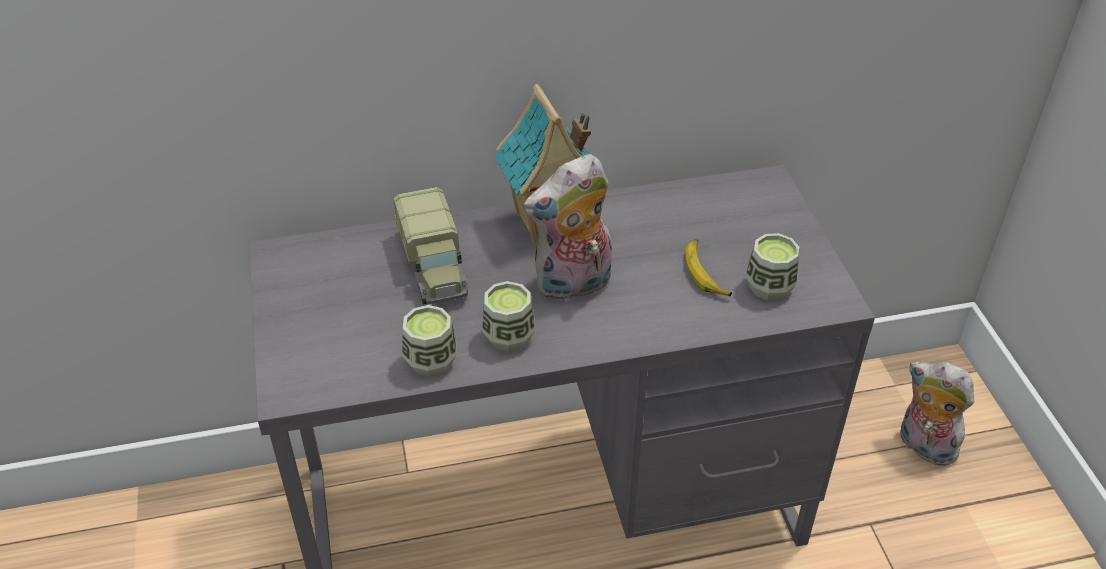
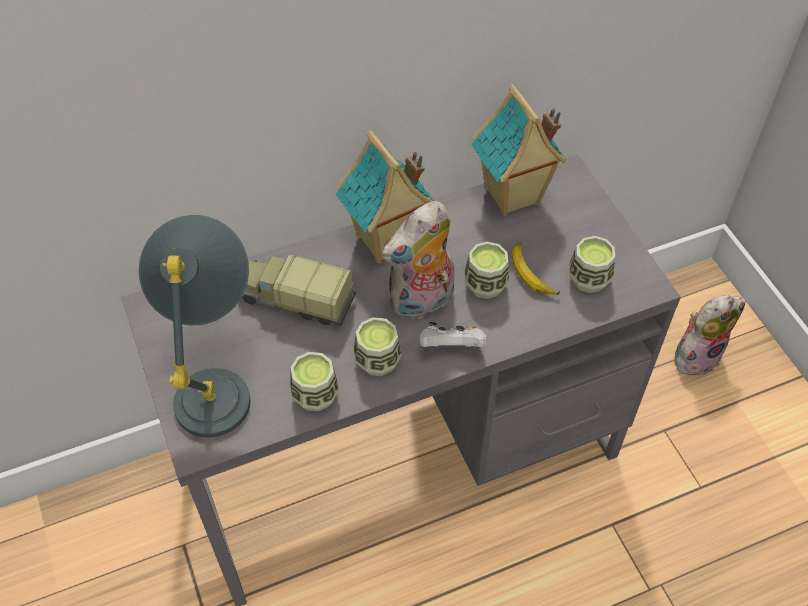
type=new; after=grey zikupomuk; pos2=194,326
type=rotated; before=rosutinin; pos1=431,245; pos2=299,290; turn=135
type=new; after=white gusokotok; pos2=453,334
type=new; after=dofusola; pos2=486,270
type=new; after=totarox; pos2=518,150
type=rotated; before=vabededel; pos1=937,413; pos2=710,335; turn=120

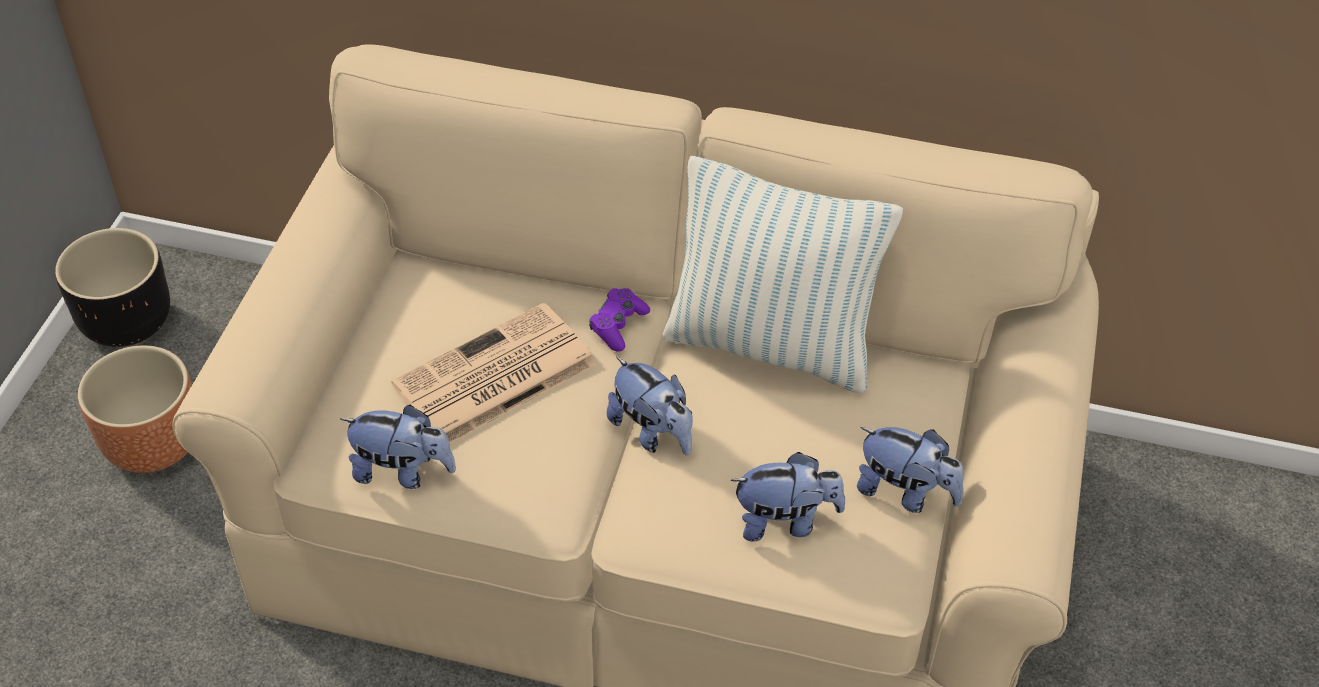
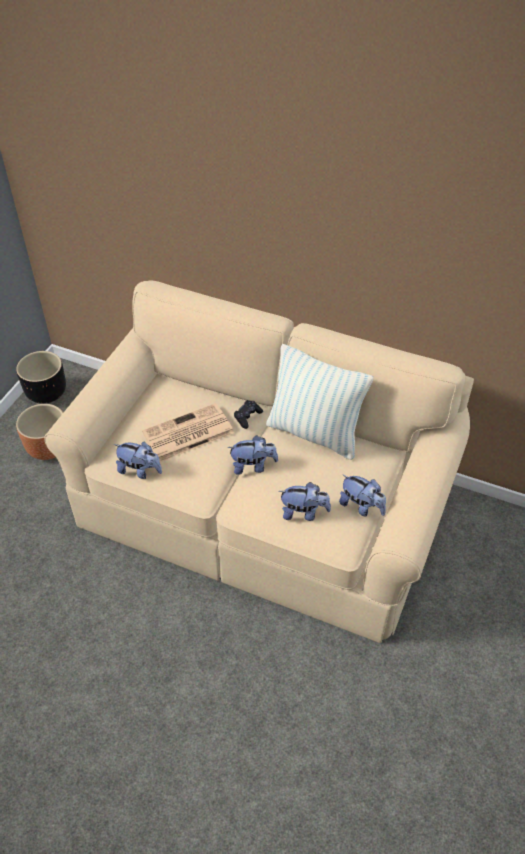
type=rotated; before=vabededel; pos1=650,406; pos2=252,455; turn=-60
type=repainted; before=purple gusokotok; after=black gusokotok; pos1=619,320; pos2=248,414

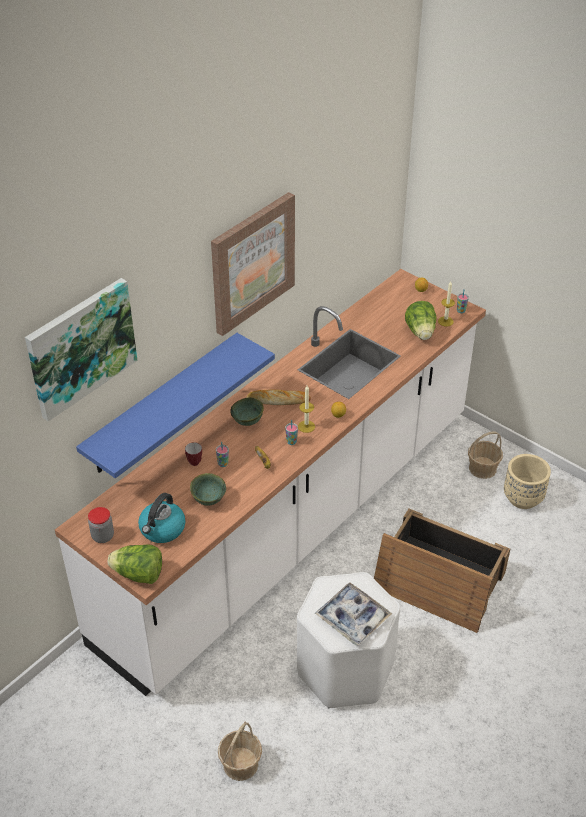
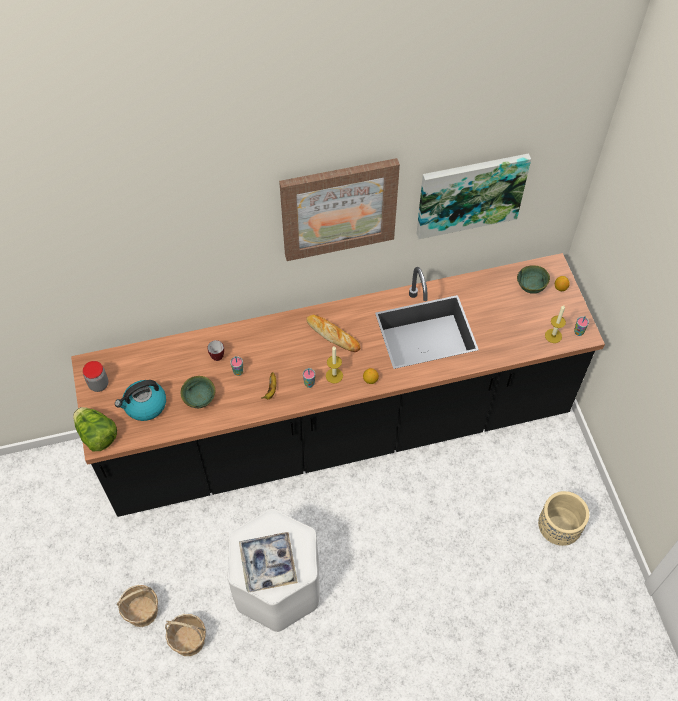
type=repainted; before=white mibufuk; after=black mibufuk; pos1=270,482; pos2=338,385
type=shifted; before=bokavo; pos1=485,455; pos2=185,635
type=shifted; before=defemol; pos1=81,349; pos2=474,196
type=shifted; before=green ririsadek; pos1=247,412; pos2=533,279
type=gone; before=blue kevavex; pos1=175,405
type=gone; before=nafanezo; pos1=442,571
type=gone; before=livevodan; pos1=420,320

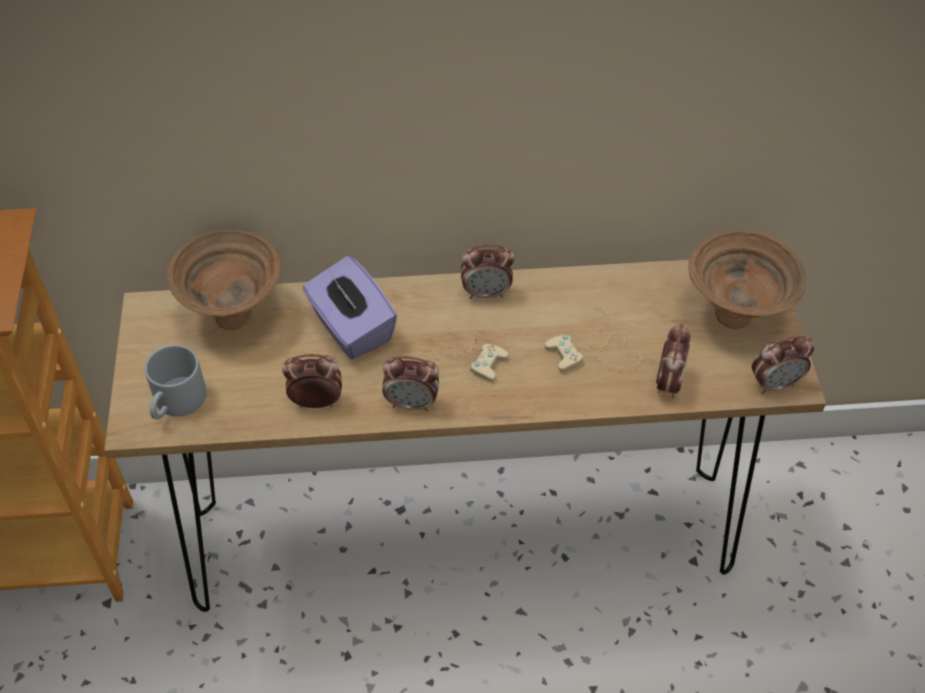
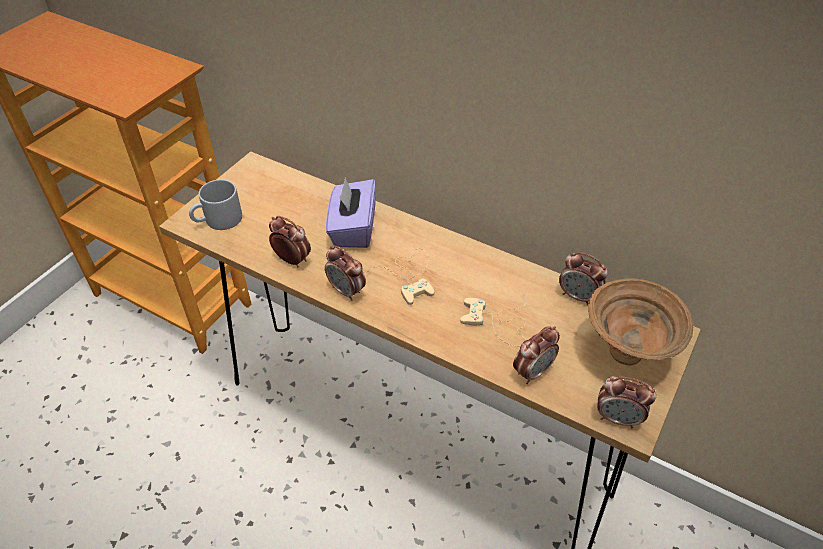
type=shifted; before=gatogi; pos1=487,271; pos2=583,278
type=gone; before=brown ririsadek; pos1=224,280

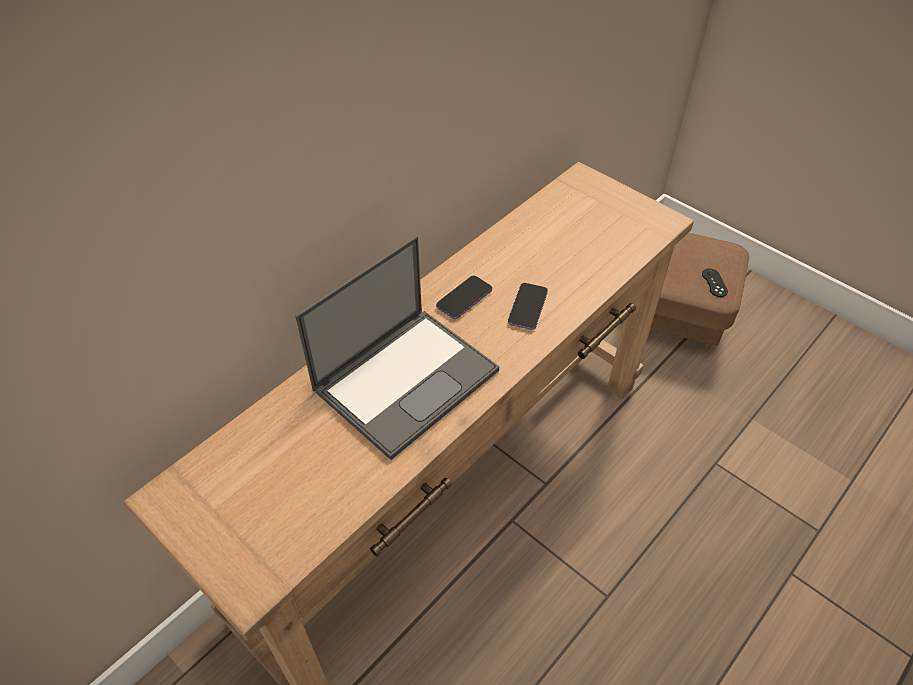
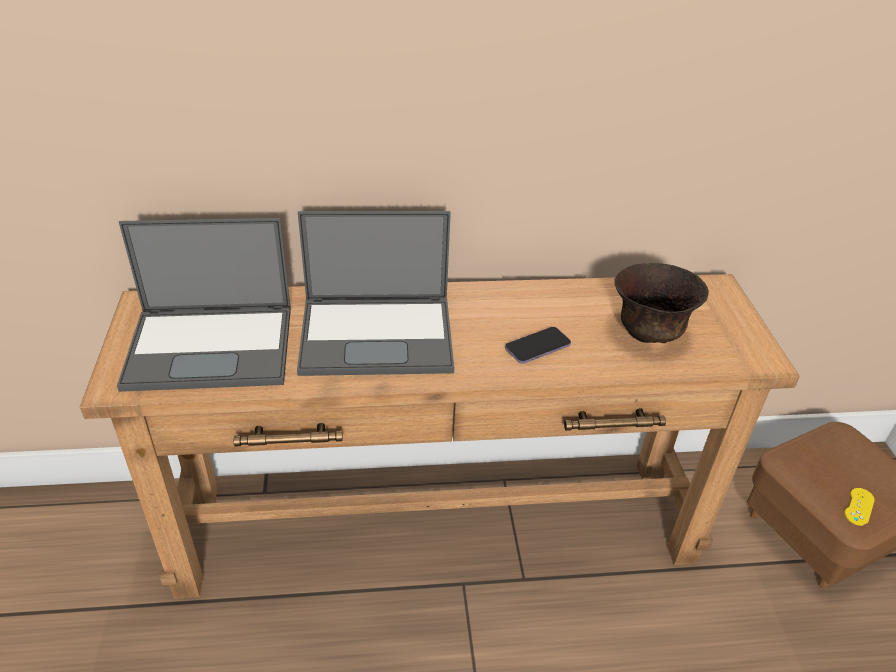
type=new; after=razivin; pos2=204,305
type=new; after=brown ririsadek; pos2=661,303
type=repainted; before=black gusokotok; after=yellow gusokotok; pos1=715,283; pos2=860,507
type=gone; before=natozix; pos1=464,297

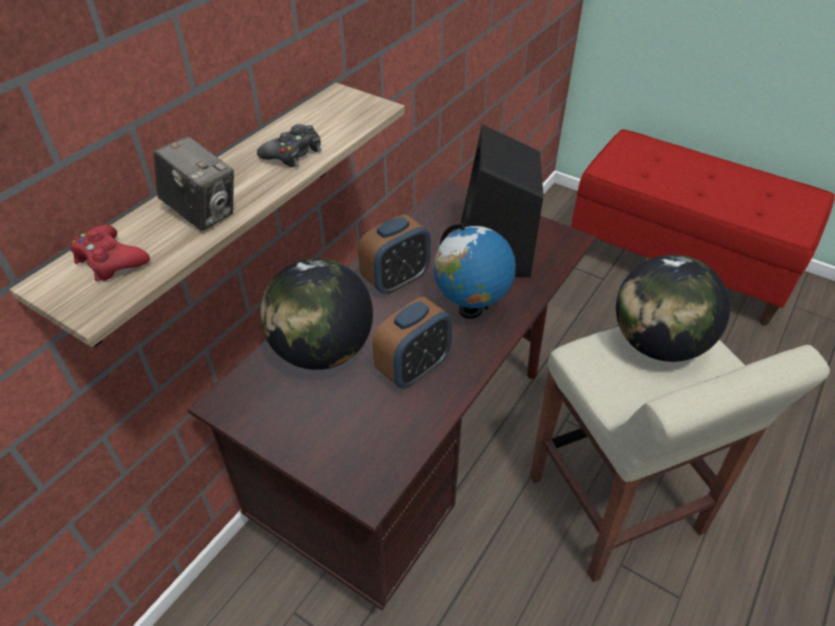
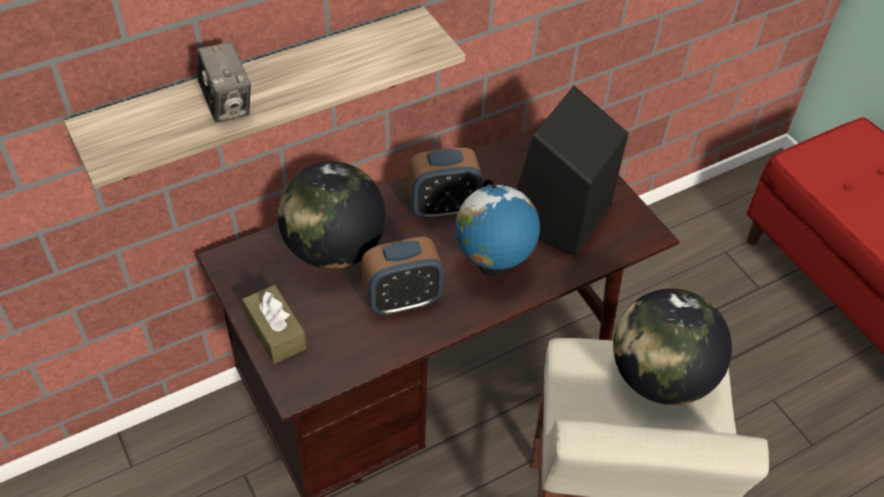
type=new; after=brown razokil; pos2=274,324
type=gone; before=red gusokotok; pos1=109,253
type=gone; before=black gusokotok; pos1=289,145

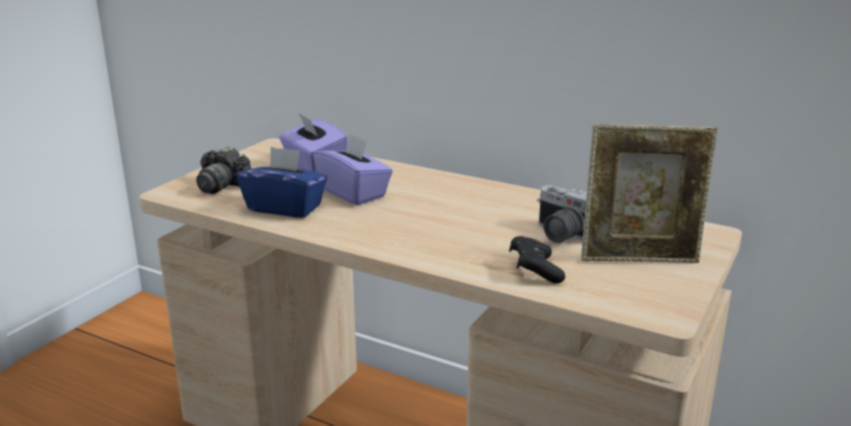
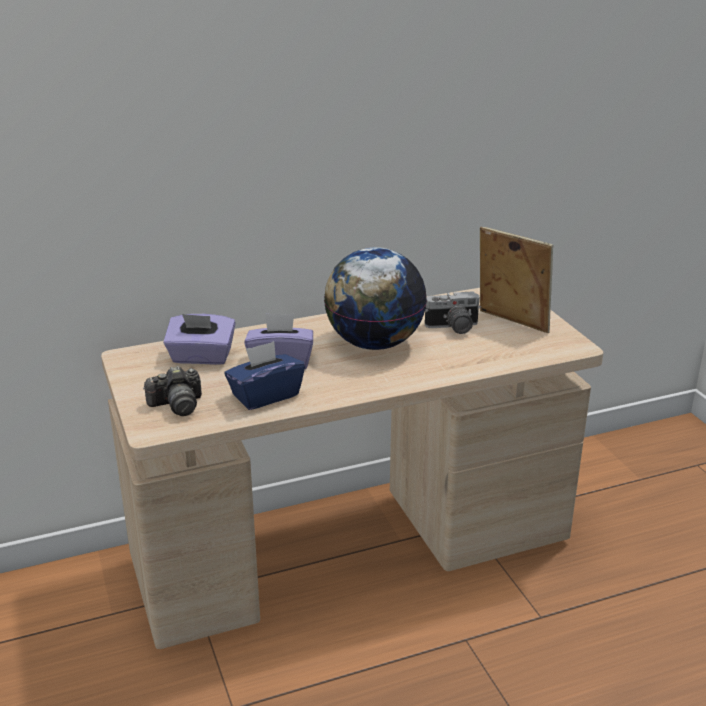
type=new; after=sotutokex; pos2=375,298
type=rotated; before=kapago; pos1=649,193; pos2=516,279; turn=-90
type=gone; before=black gusokotok; pos1=537,260

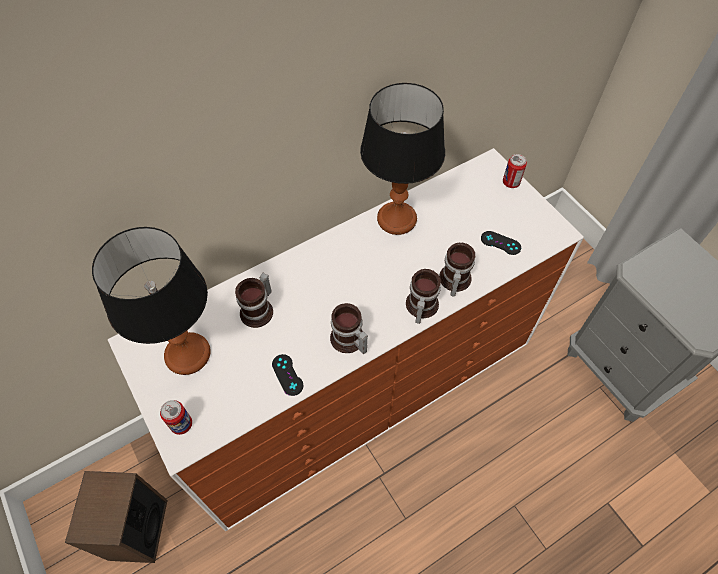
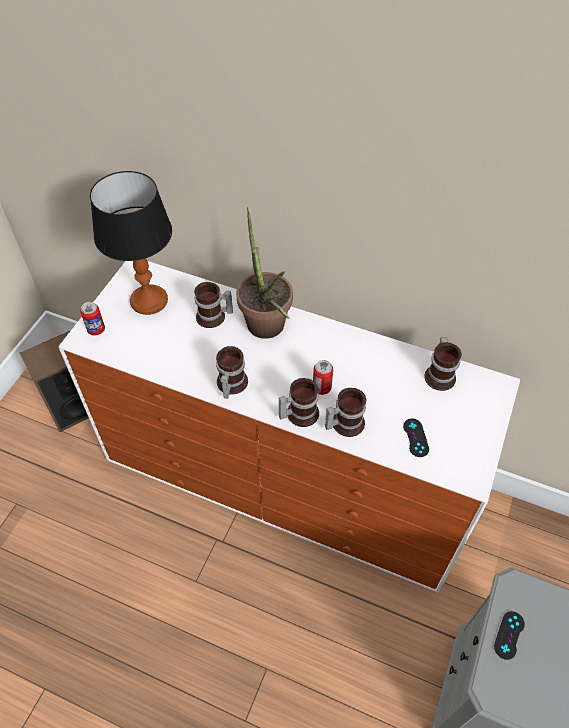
type=new; after=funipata; pos2=264,273
type=shifted; before=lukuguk; pos1=515,171; pos2=323,377
type=new; after=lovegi; pos2=443,364
type=shifted; before=black gusokotok; pos1=287,375; pos2=509,635
type=gone; before=zikupomuk; pos1=402,159

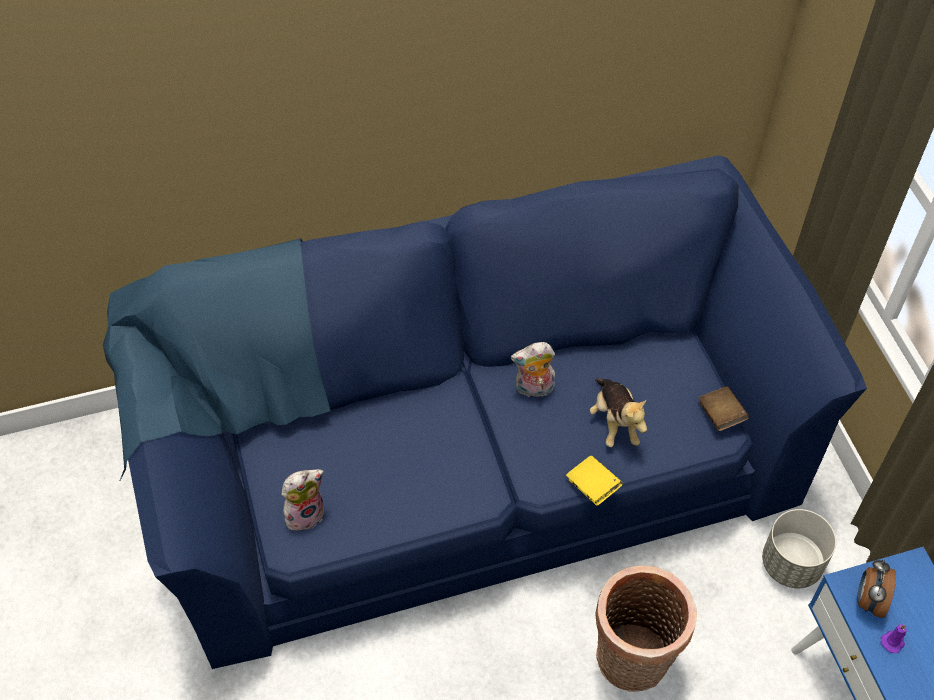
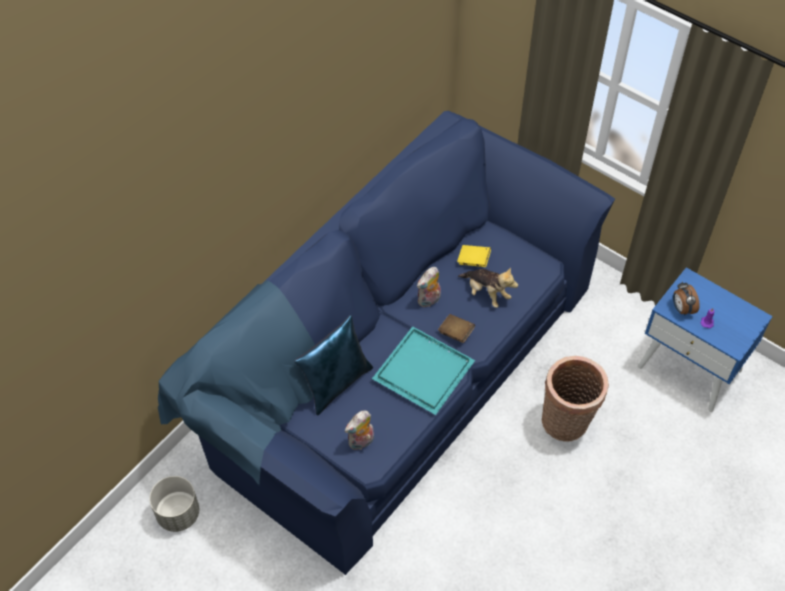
type=shifted; before=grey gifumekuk; pos1=799,548; pos2=174,504
type=new; after=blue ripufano; pos2=334,365
type=rotated; before=vabededel; pos1=303,500; pos2=359,430; turn=-150
type=new; after=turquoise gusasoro; pos2=423,370
type=shifted; before=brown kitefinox; pos1=723,408; pos2=456,328
type=shifted; before=yellow kitefinox; pos1=594,481; pos2=474,256

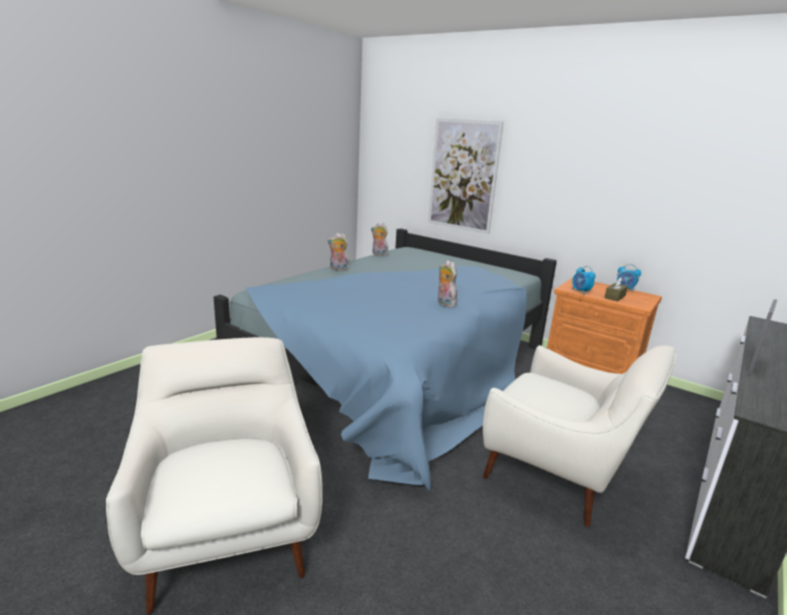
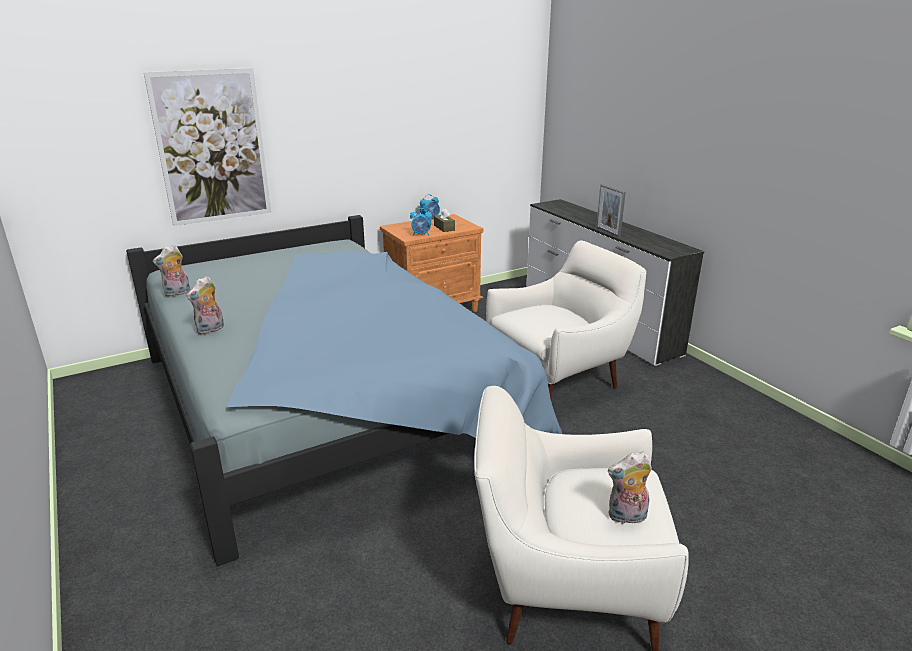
type=shifted; before=vabededel; pos1=447,284; pos2=630,489

